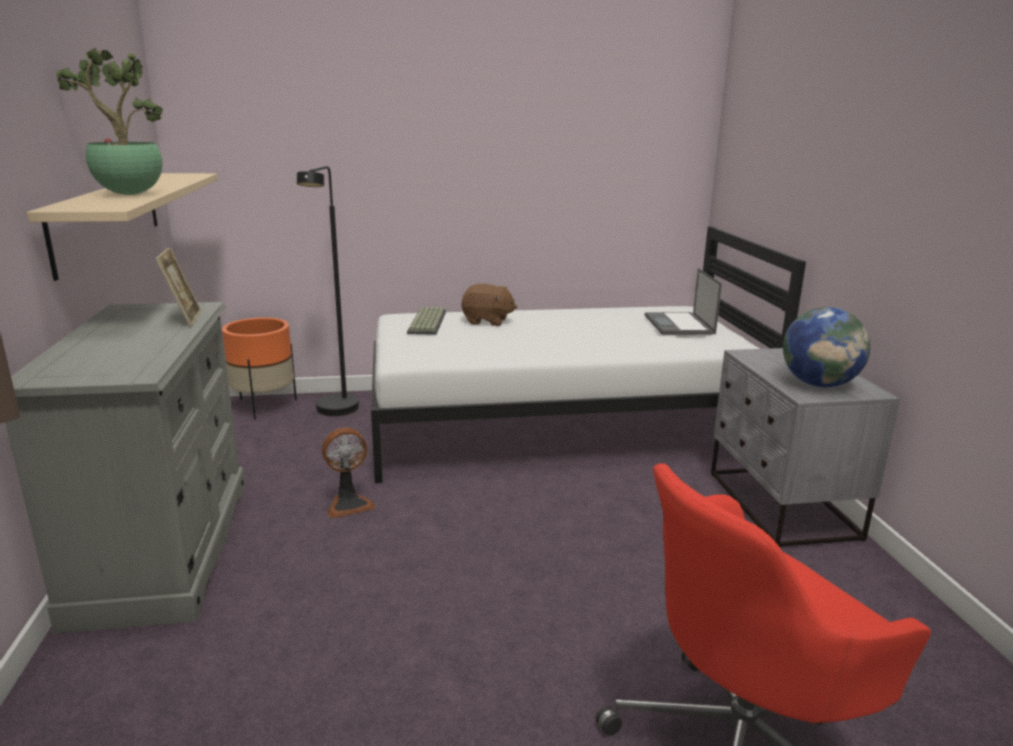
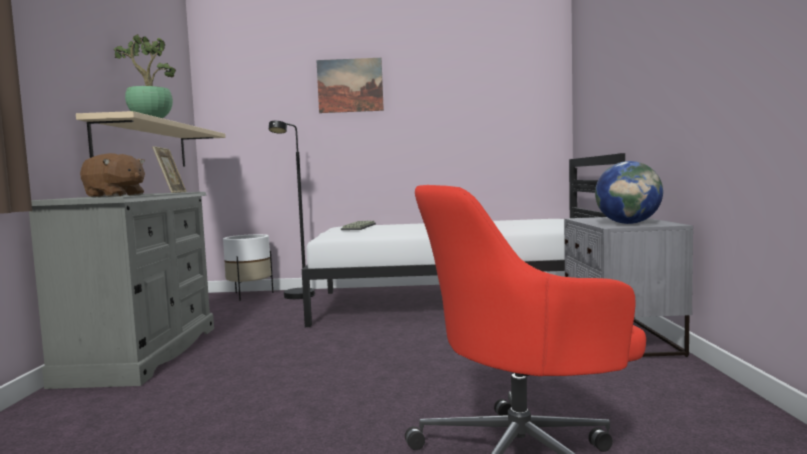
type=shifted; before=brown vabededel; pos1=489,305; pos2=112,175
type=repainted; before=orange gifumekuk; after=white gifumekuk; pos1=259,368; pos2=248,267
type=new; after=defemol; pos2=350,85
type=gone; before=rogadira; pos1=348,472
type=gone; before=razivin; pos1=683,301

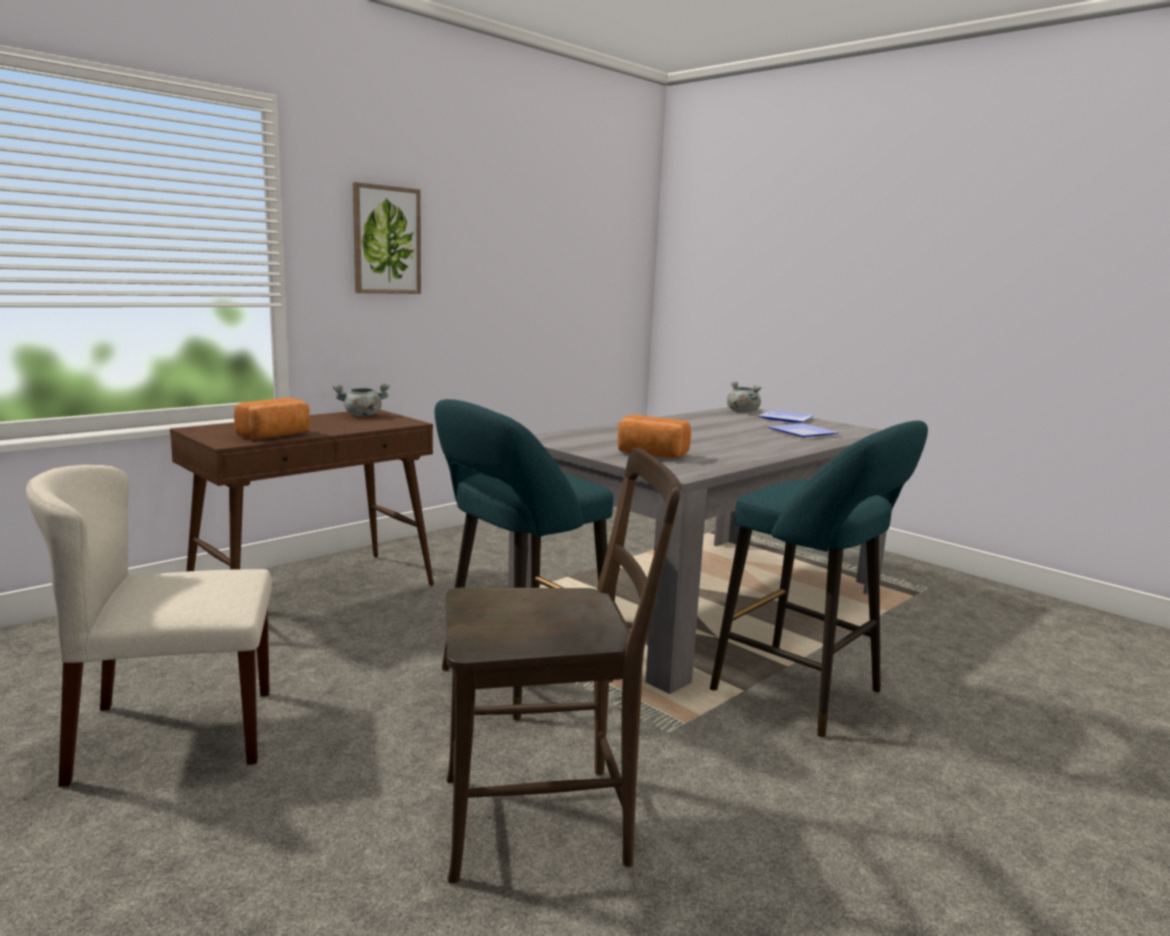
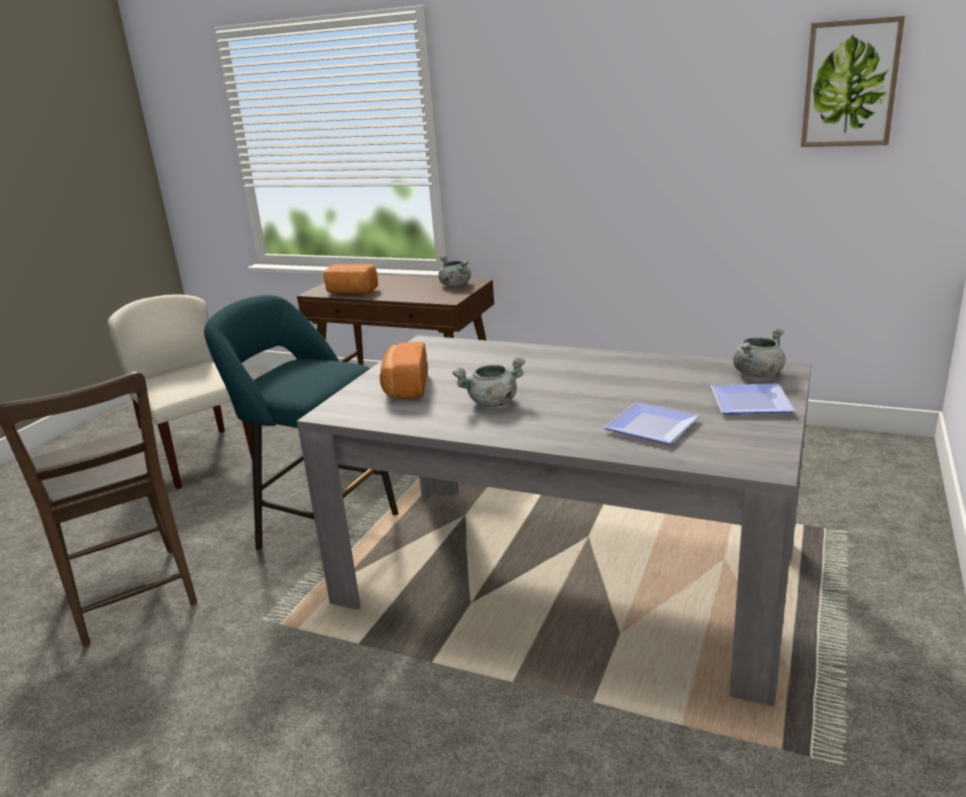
type=new; after=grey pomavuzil; pos2=488,382
type=shifted; before=defemol; pos1=387,238; pos2=853,81
type=gone; before=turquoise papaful; pos1=819,579

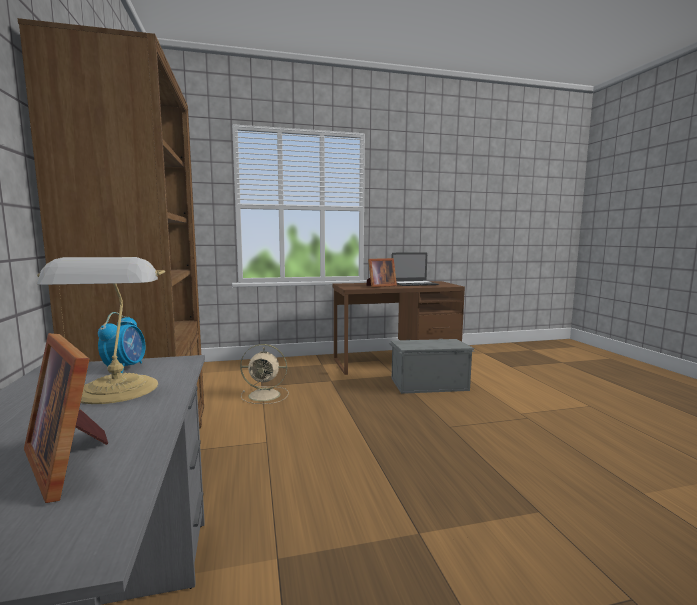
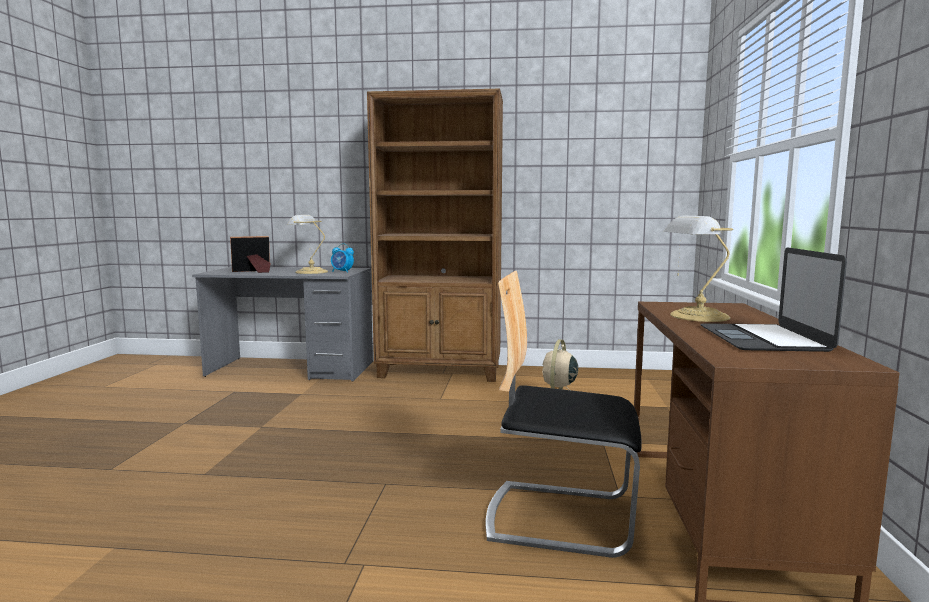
type=swapped; before=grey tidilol; after=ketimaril; pos1=432,366; pos2=564,414
type=swapped; before=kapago; after=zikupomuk; pos1=382,272; pos2=698,268

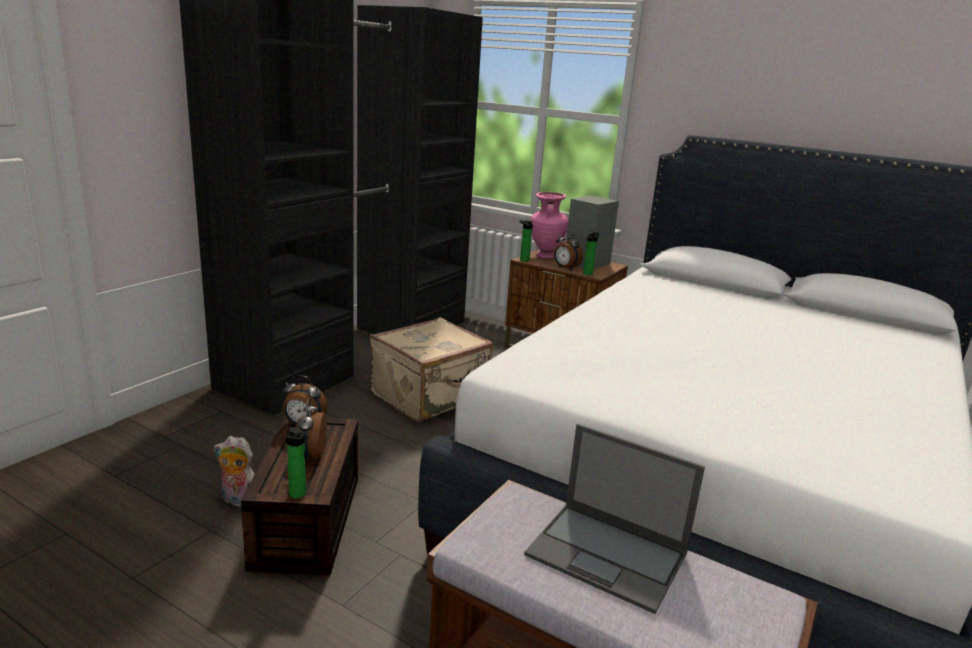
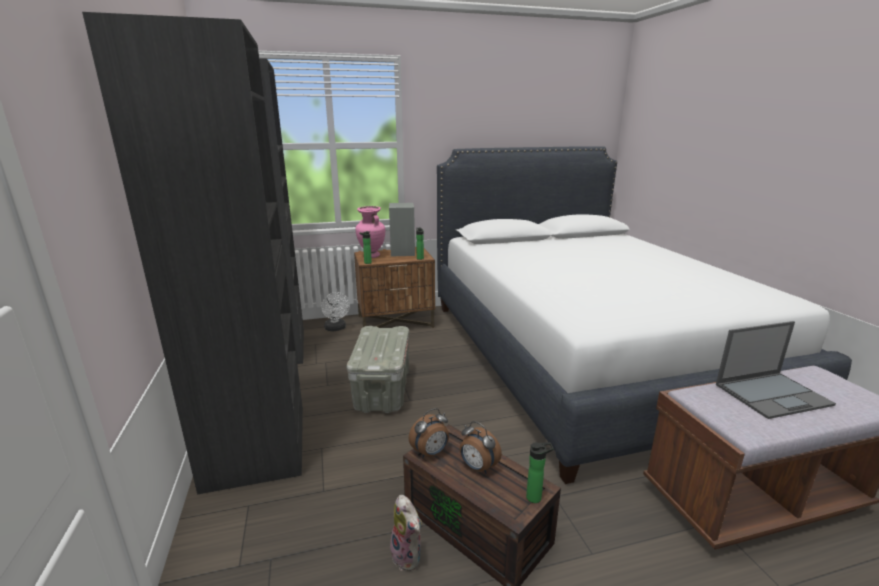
type=new; after=white rogadira; pos2=335,311
type=swapped; before=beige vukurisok; after=grey tidilol; pos1=431,369; pos2=377,369
type=rotated; before=vabededel; pos1=234,471; pos2=406,533; turn=-90
type=gone; before=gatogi; pos1=568,250

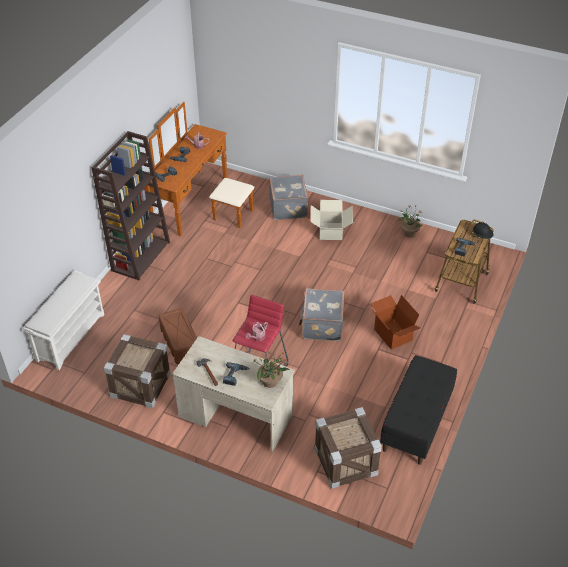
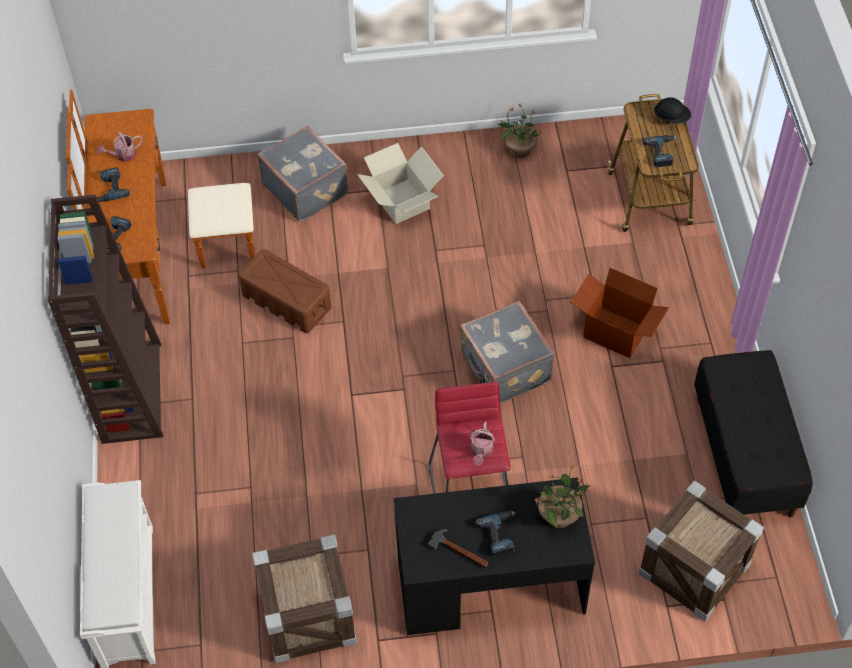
type=shifted; before=brown tidilol; pos1=178,336; pos2=285,291
type=repainted; before=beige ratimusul; after=black ratimusul; pos1=233,394; pos2=494,556

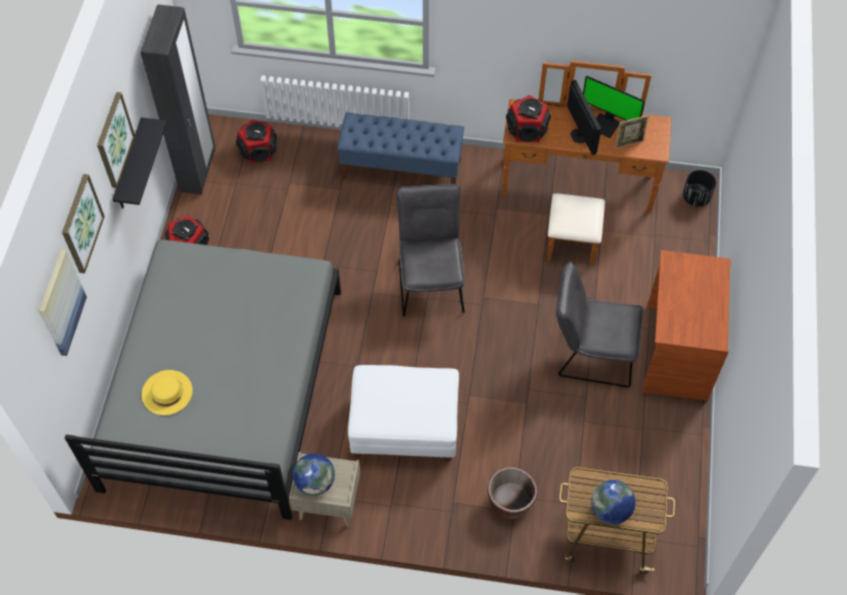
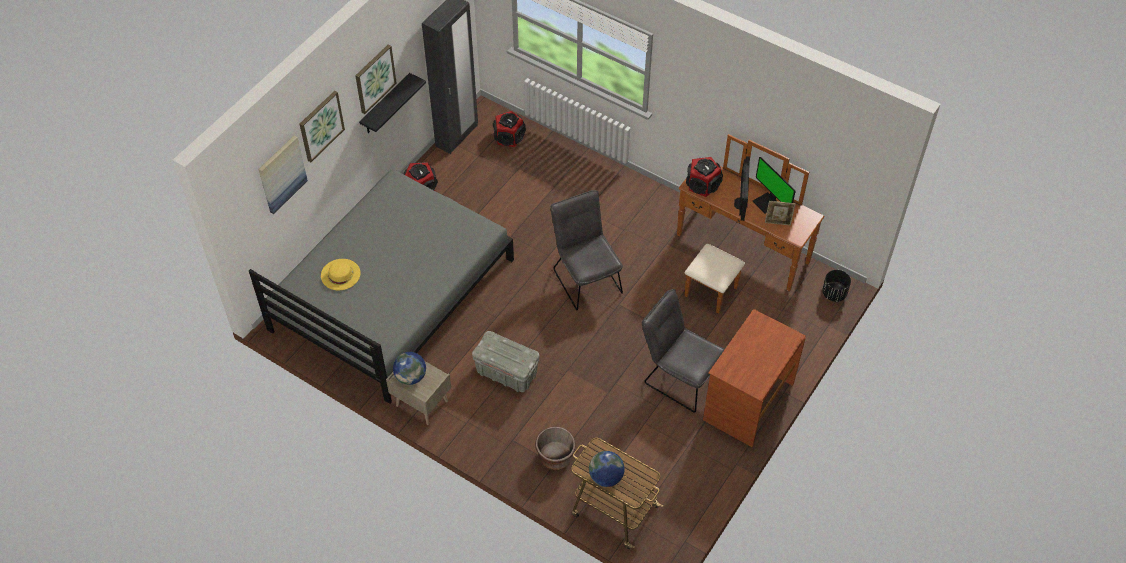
type=swapped; before=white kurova; after=grey tidilol; pos1=403,413; pos2=505,361
type=rotated; before=grey ketimaril; pos1=430,250; pos2=586,250; turn=-45
type=gone; before=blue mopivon; pos1=400,148

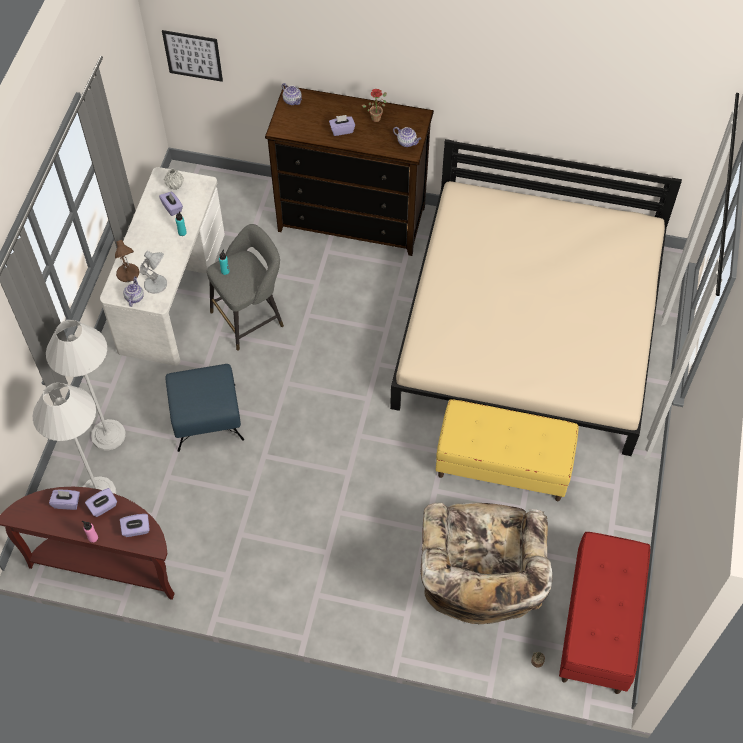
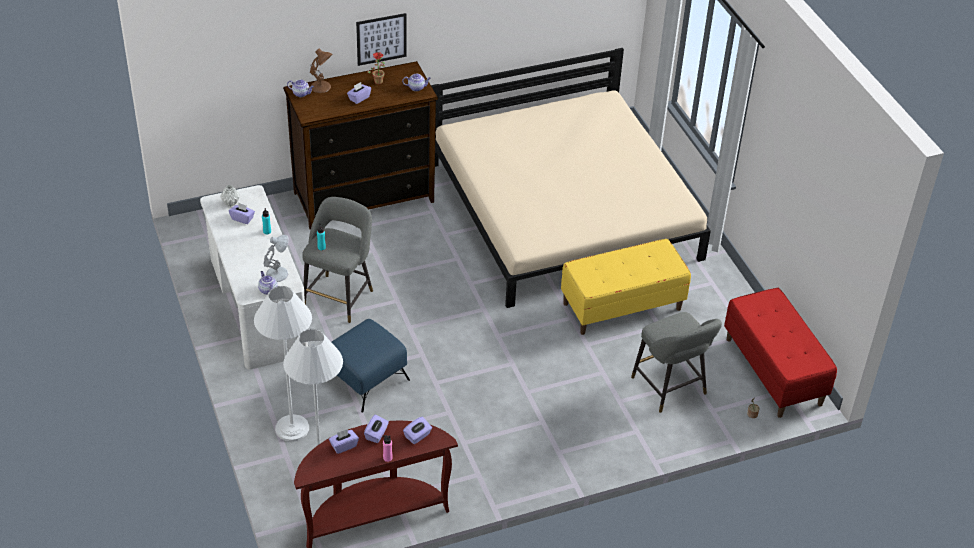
type=shifted; before=brown zikupomuk; pos1=127,261; pos2=321,71
type=shifted; before=defemol; pos1=192,56; pos2=381,39
type=swapped; before=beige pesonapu; after=grey papaful; pos1=486,563; pos2=676,362

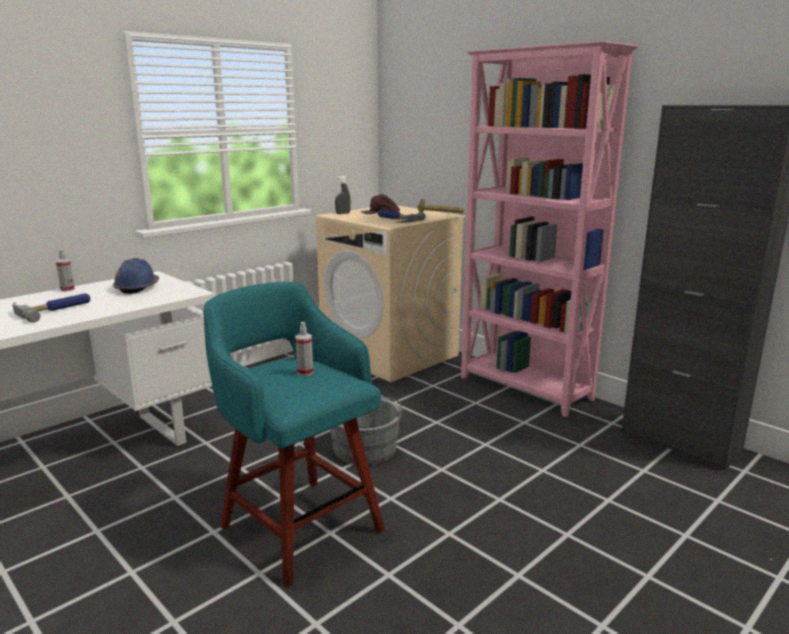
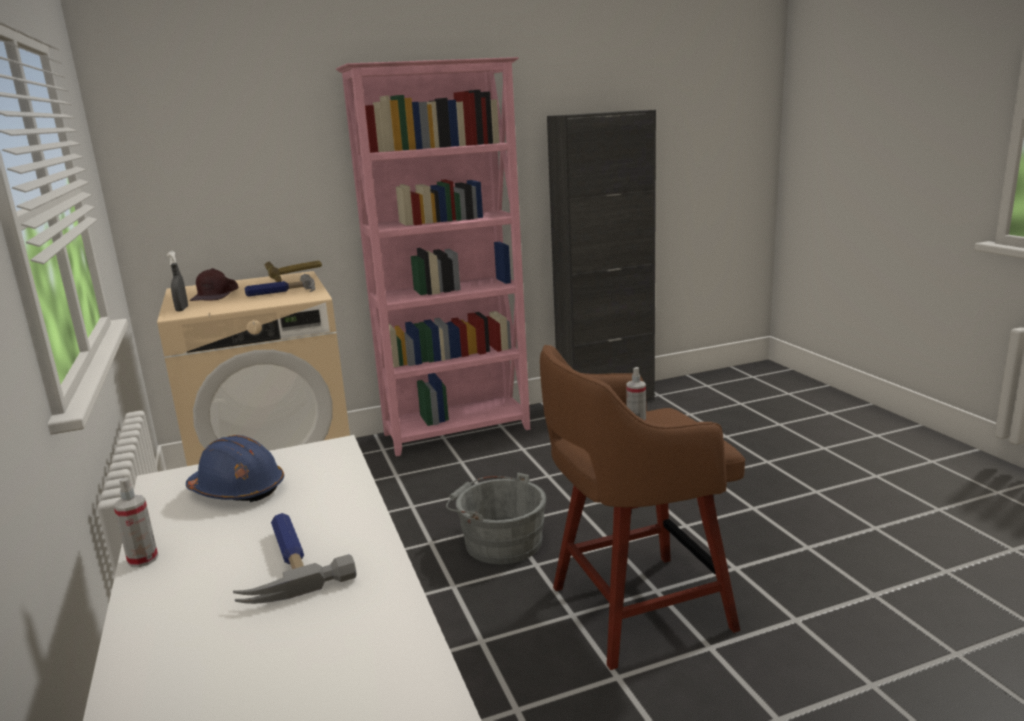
type=repainted; before=turquoise papaful; after=brown papaful; pos1=294,435; pos2=642,507

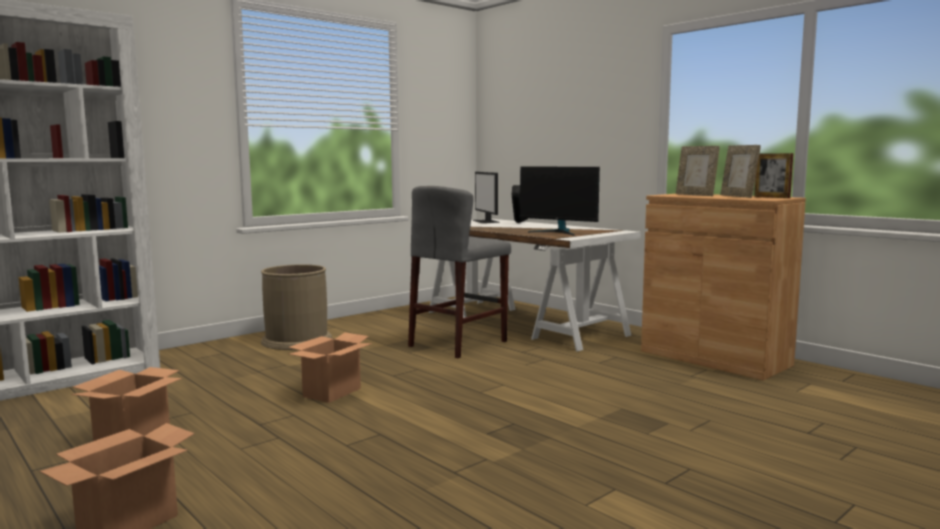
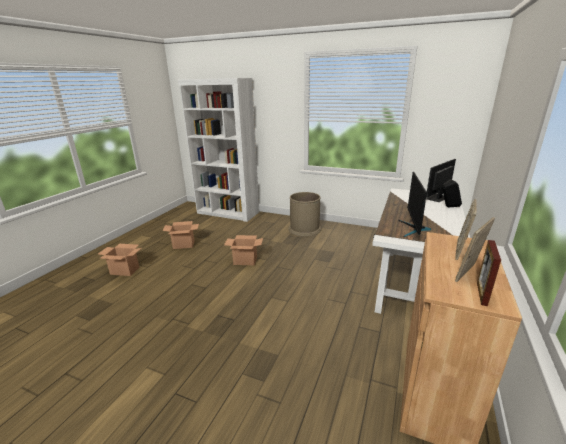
type=gone; before=grey papaful; pos1=459,272

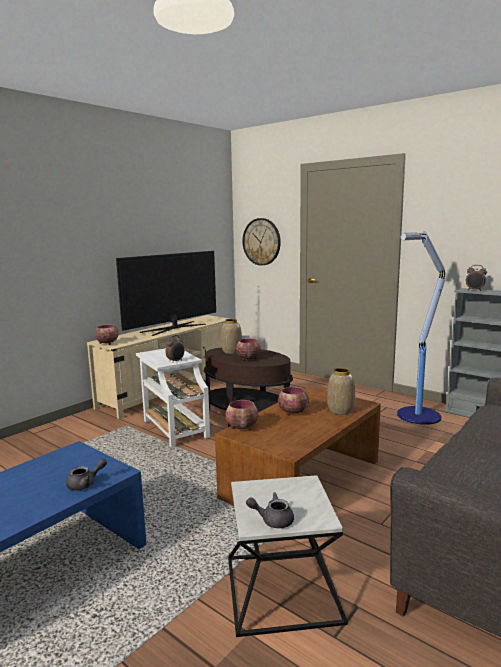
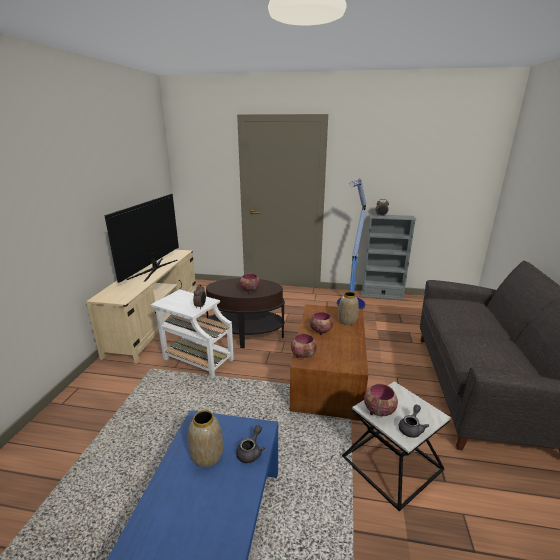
type=shifted; before=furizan; pos1=231,336; pos2=205,439
type=shifted; before=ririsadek; pos1=106,335; pos2=381,400
type=rotated; before=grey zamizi; pos1=270,510; pos2=414,421; turn=150
type=gone; before=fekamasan; pos1=261,242

